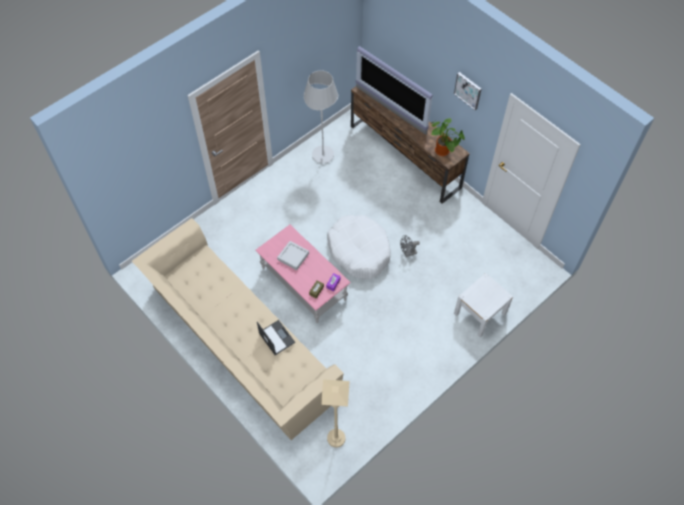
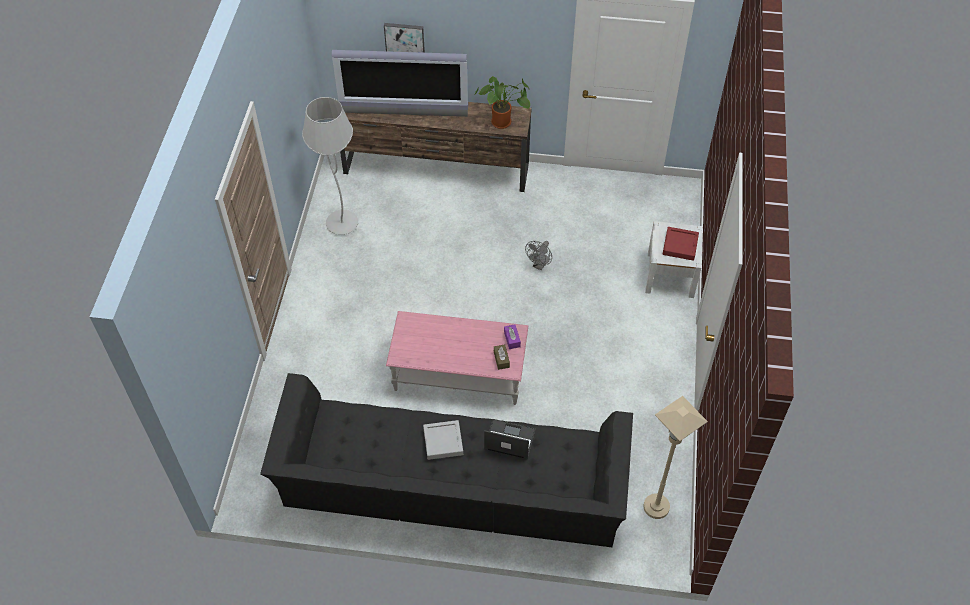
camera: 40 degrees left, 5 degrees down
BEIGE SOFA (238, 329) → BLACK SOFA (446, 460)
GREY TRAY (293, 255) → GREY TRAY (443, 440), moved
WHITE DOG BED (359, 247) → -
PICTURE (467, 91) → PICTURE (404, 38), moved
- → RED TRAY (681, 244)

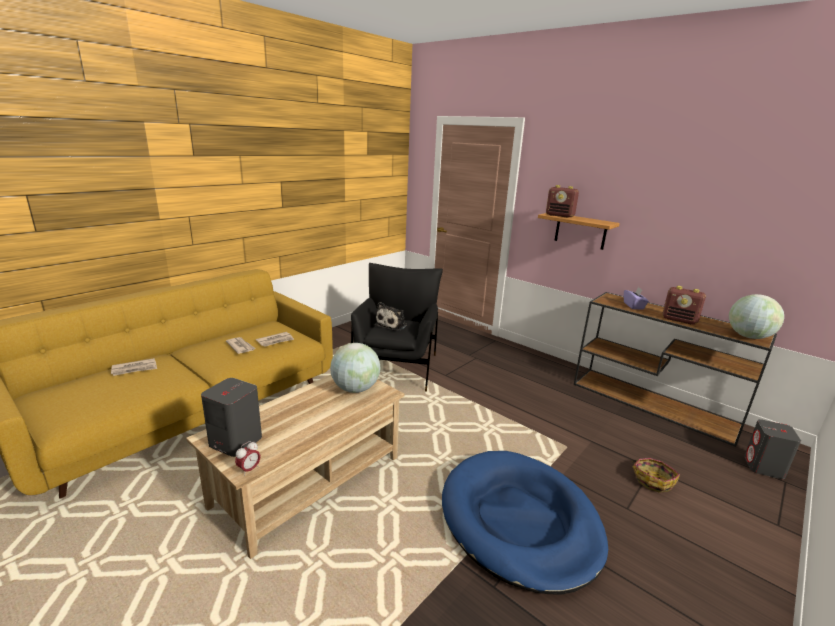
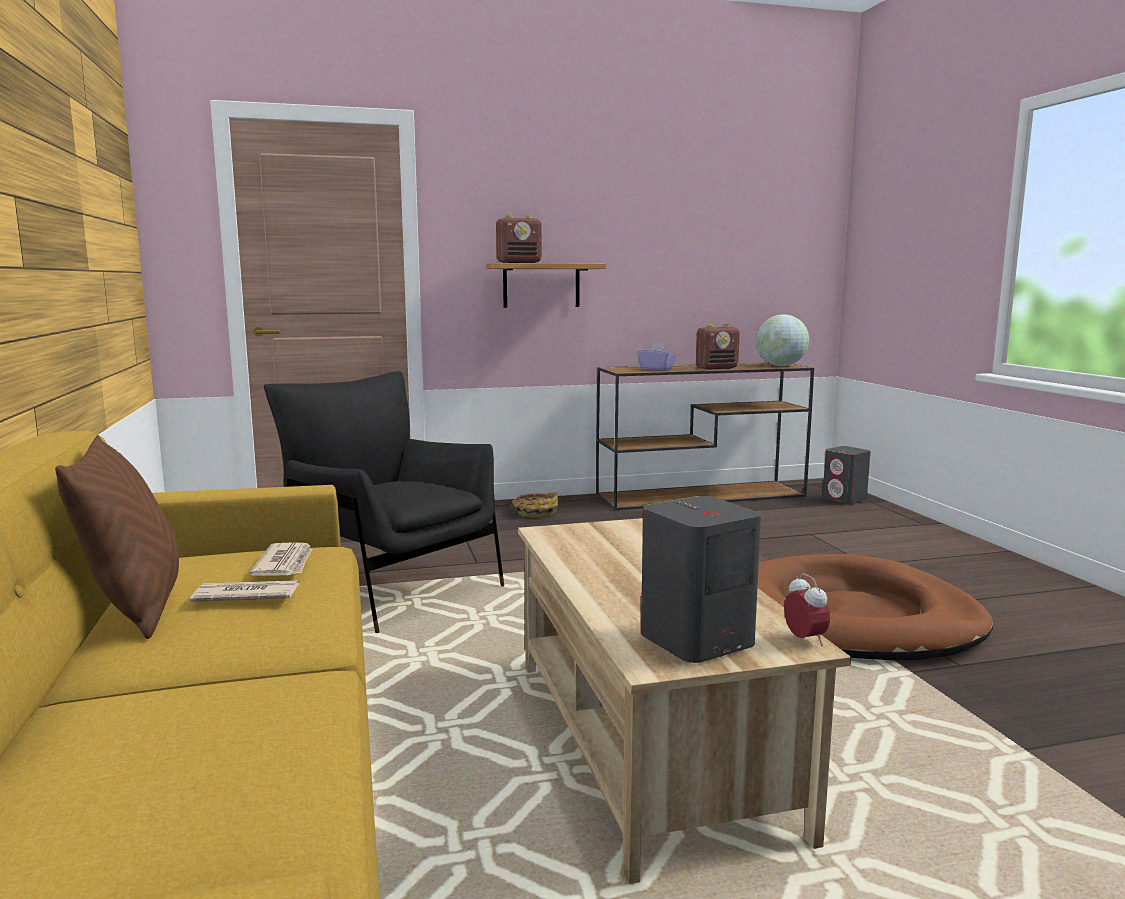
camera: 55 degrees left, 10 degrees down
NEWSPAPER (134, 367) → -
GLOBE (356, 368) → -
PLUSH TOY (391, 316) → -
BLUE DOG BED (525, 522) → BROWN DOG BED (875, 607)
BASKET (656, 475) → BASKET (532, 505), moved
- → BROWN PILLOW (117, 537)

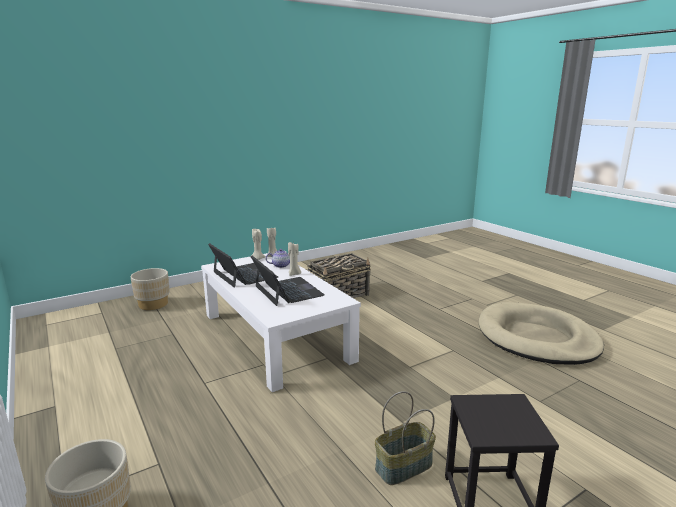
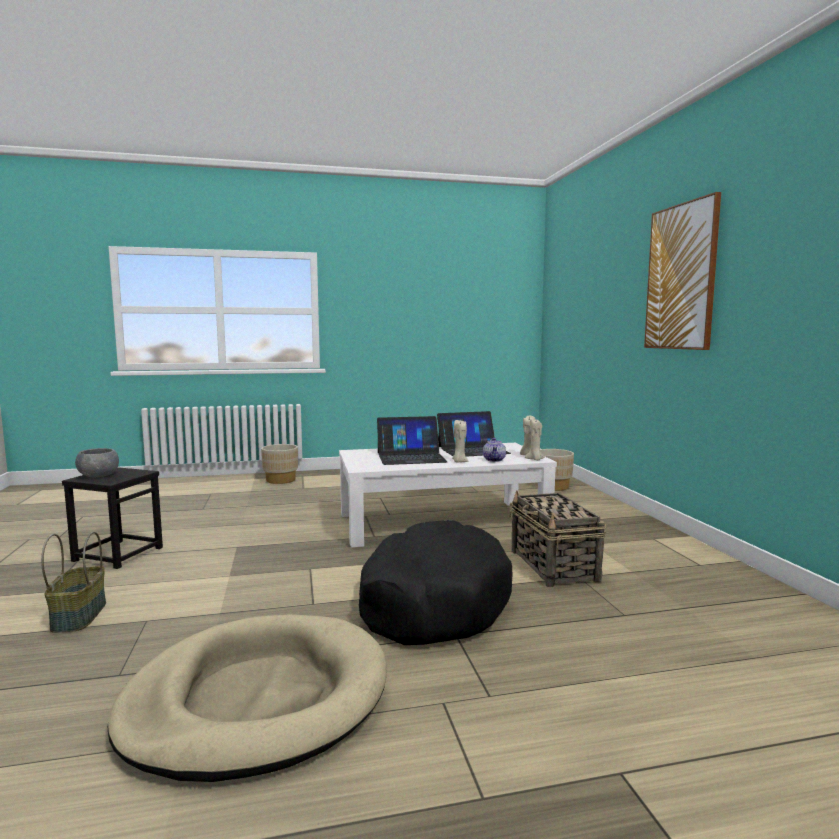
camera: 110 degrees right, 10 degrees down
BASKET (405, 438) → BASKET (73, 582), moved
- → GREY BOWL (97, 462)
- → BLACK DOG BED (435, 582)
- → PICTURE (682, 271)

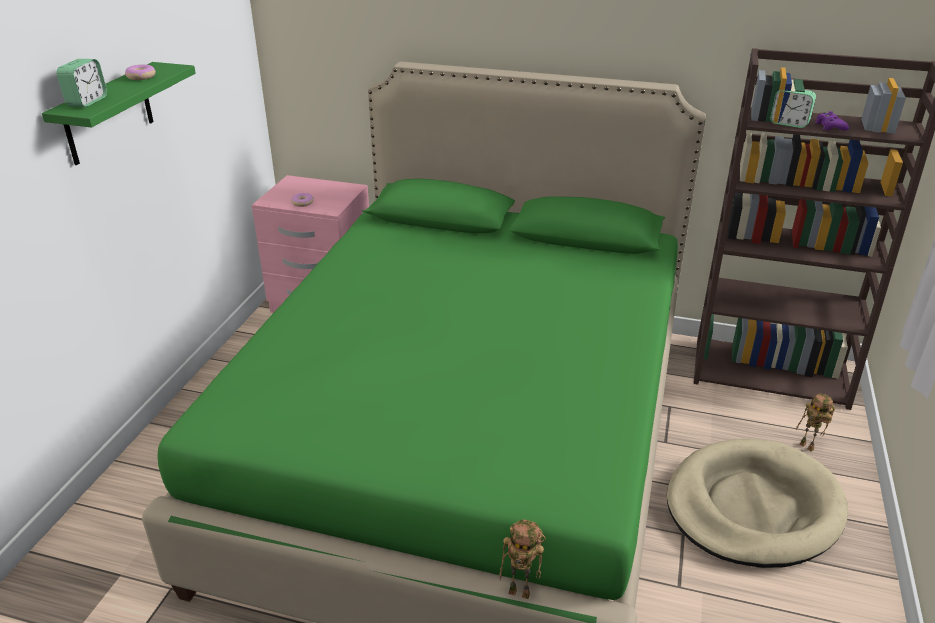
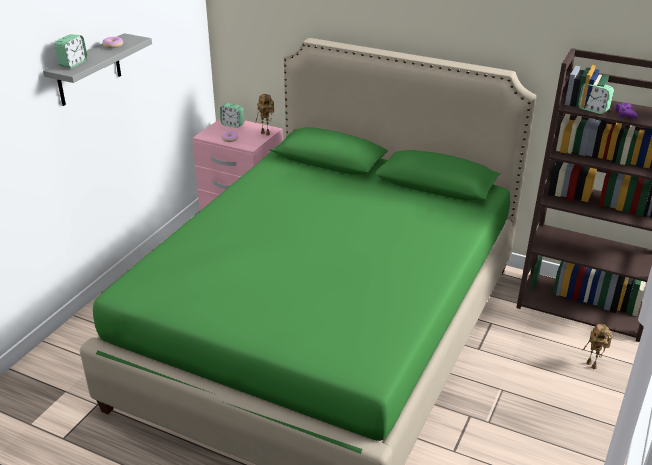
camera: 10 degrees right, 0 degrees up
GREEN SHELF (119, 113) → GREY SHELF (97, 69)
TOY ROBOT (522, 559) → TOY ROBOT (265, 115), moved
BEIGE DOG BED (757, 503) → -
- → ALARM CLOCK (232, 115)

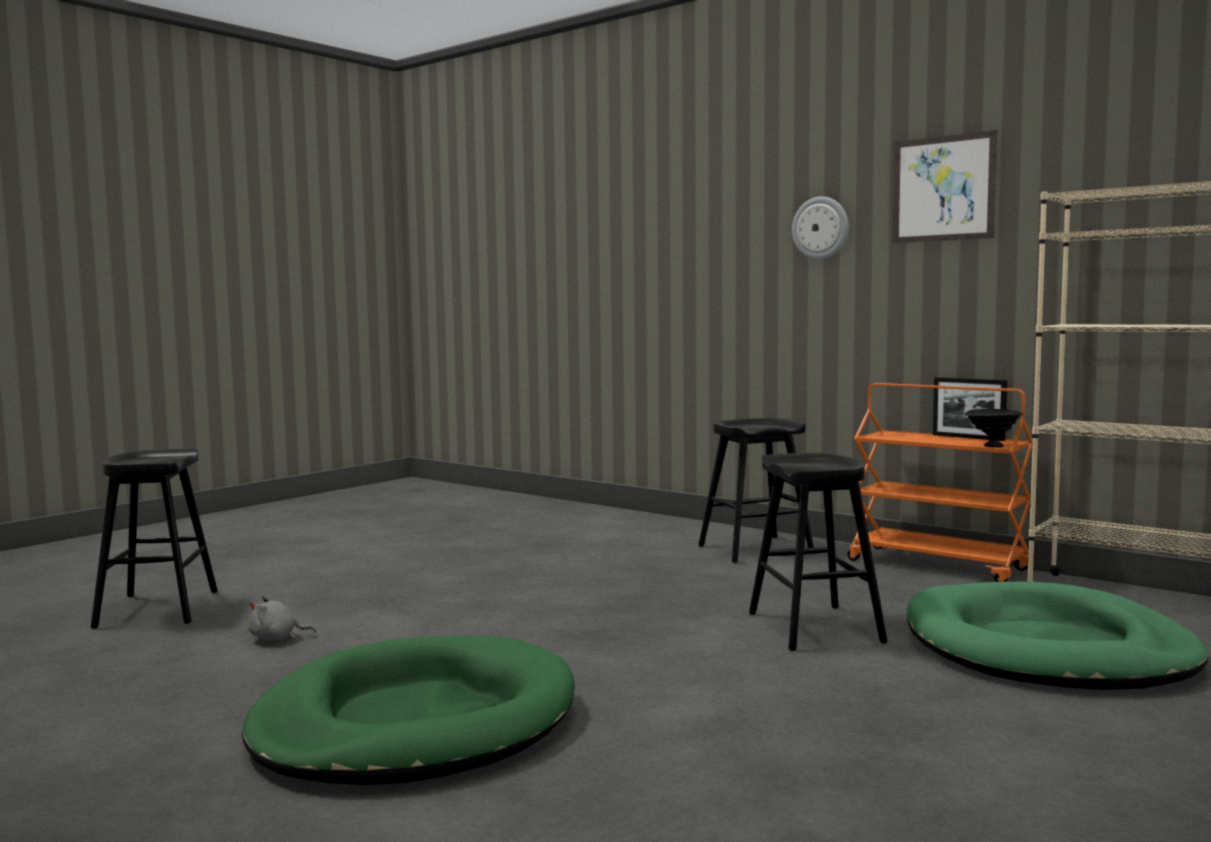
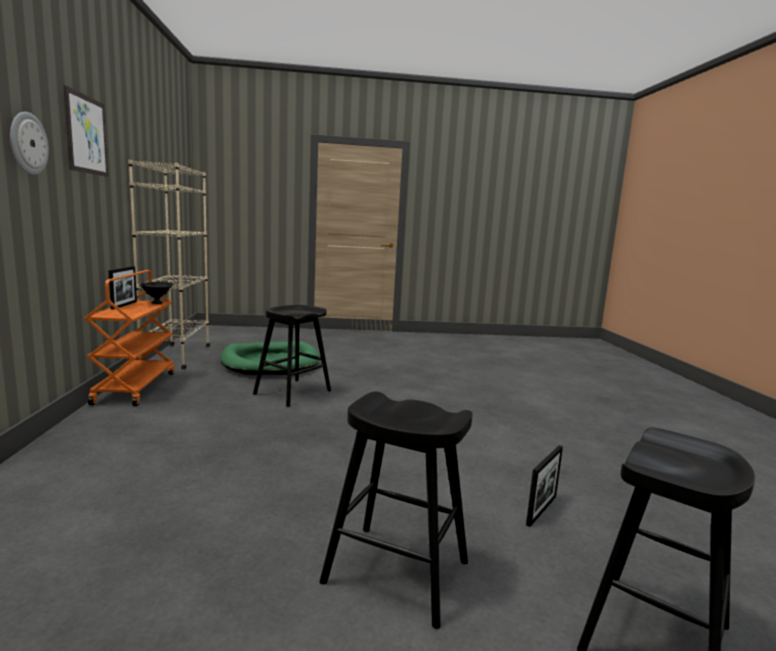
camera: 135 degrees left, 5 degrees up
GREEN DOG BED (408, 710) → -
GREY PLUSH TOY (282, 618) → PICTURE FRAME (544, 486)
BLACK STOOL (756, 490) → BLACK STOOL (396, 510), moved

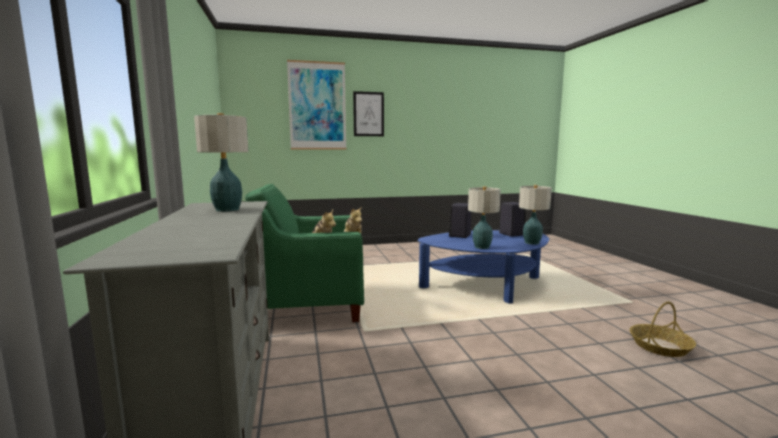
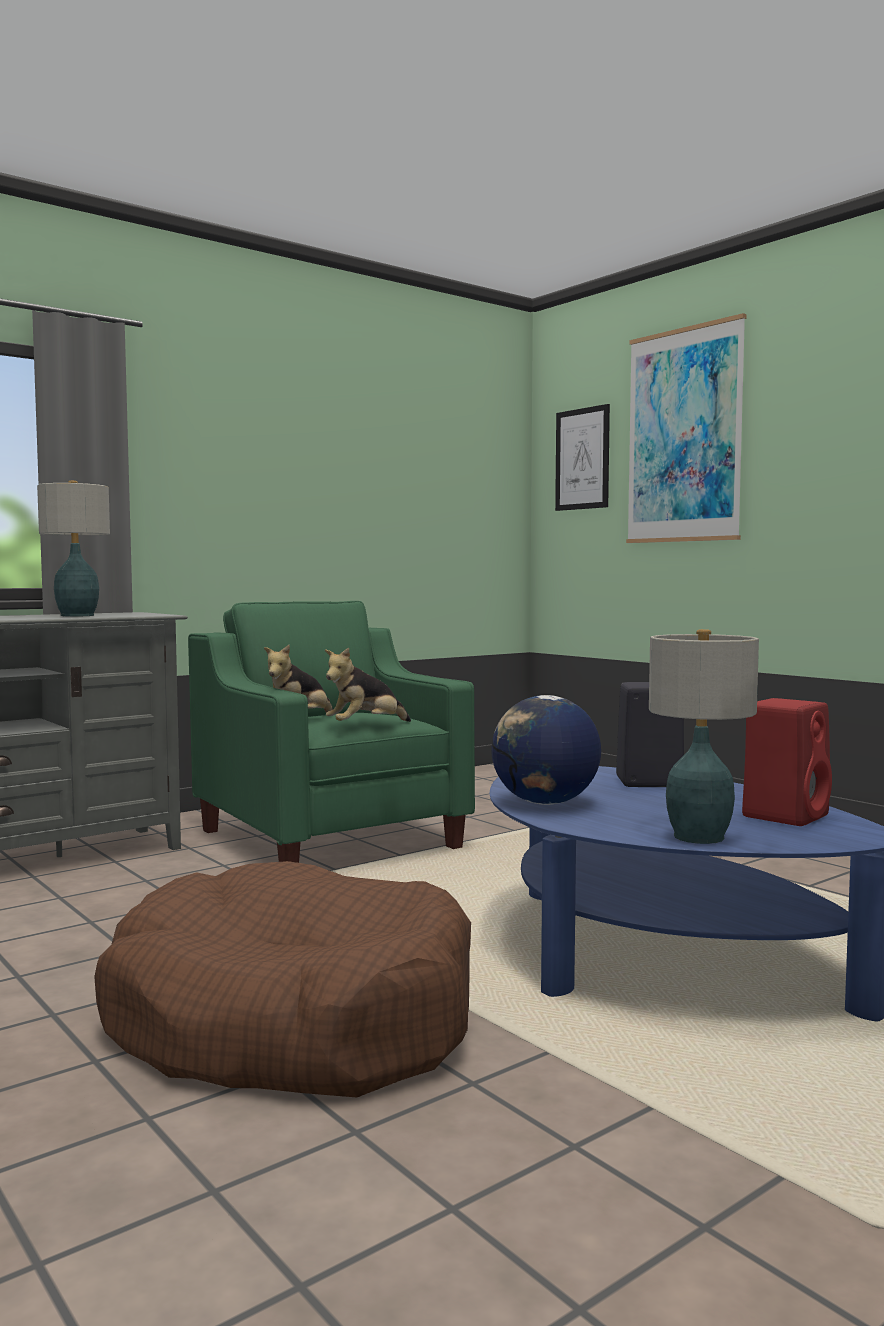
camera: 65 degrees right, 5 degrees down
PICTURE (368, 113) → PICTURE (582, 457), moved
TABLE LAMP (484, 217) → GLOBE (546, 750)
BLACK SPEAKER (512, 219) → RED SPEAKER (787, 762)
BASKET (663, 329) → -
- → BROWN DOG BED (282, 979)

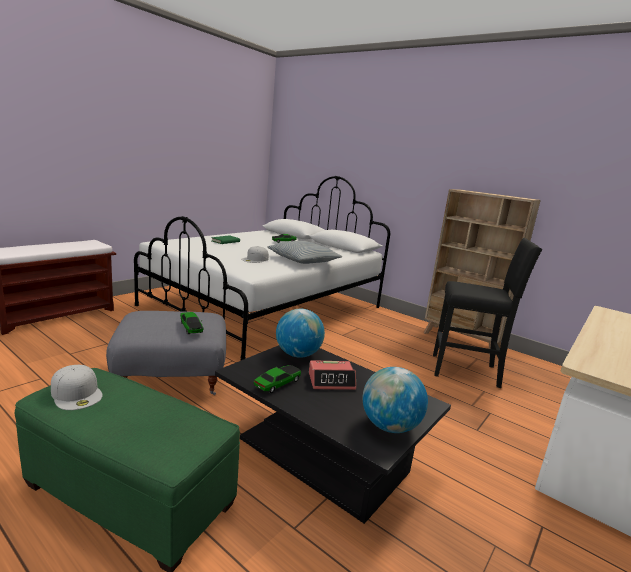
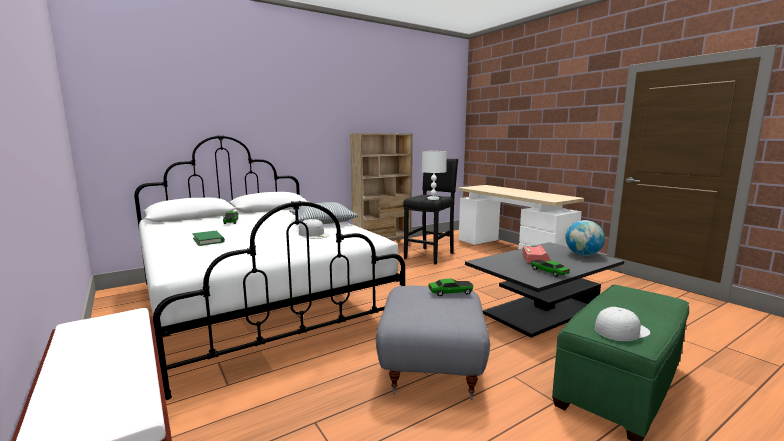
camera: 70 degrees left, 5 degrees down
GLOBE (300, 333) → -
- → WHITE TABLE LAMP (434, 175)

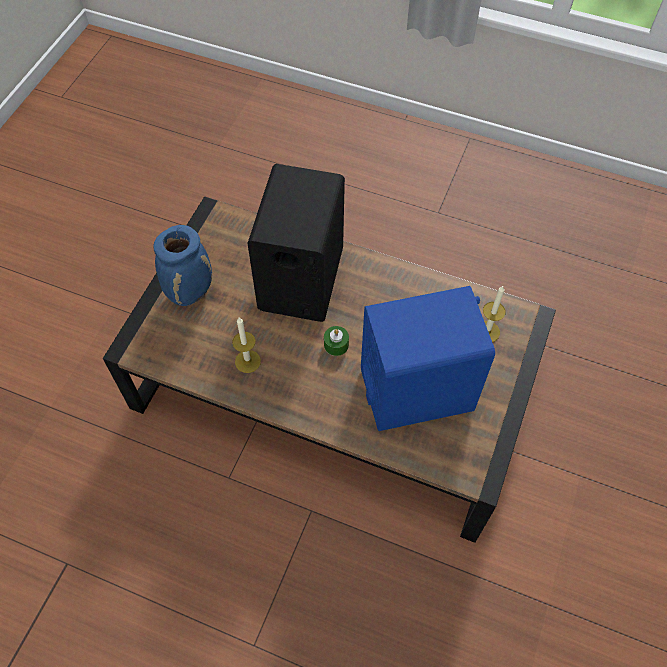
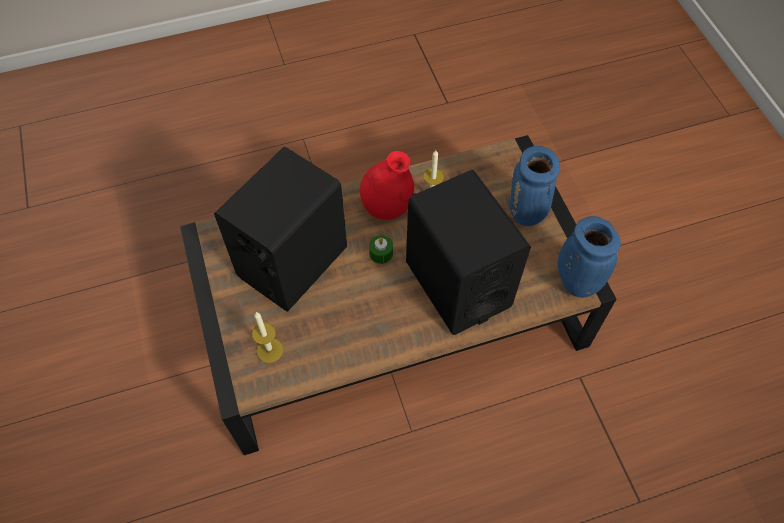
camera: 140 degrees right, 0 degrees up
BLUE SPEAKER (428, 358) → BLACK SPEAKER (280, 229)
- → RED VASE (387, 185)
- → BLUE VASE (589, 256)

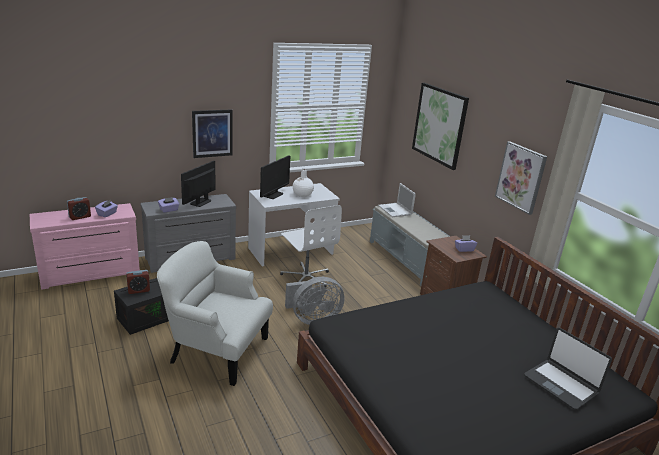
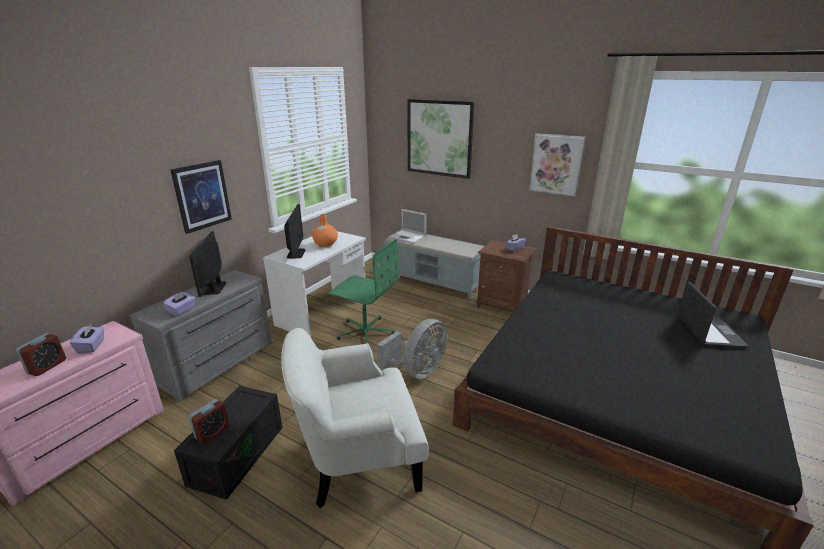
camera: 30 degrees left, 0 degrees up
WHITE OFFICE CHAIR (311, 246) → GREEN OFFICE CHAIR (364, 291)
WHITE VASE (303, 183) → ORANGE VASE (325, 230)
LAPTOP (568, 369) → LAPTOP (712, 314), 105 degrees counterclockwise

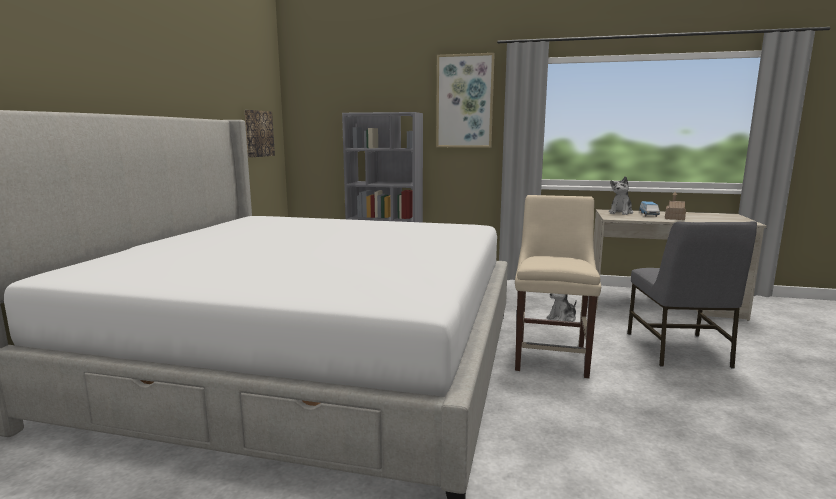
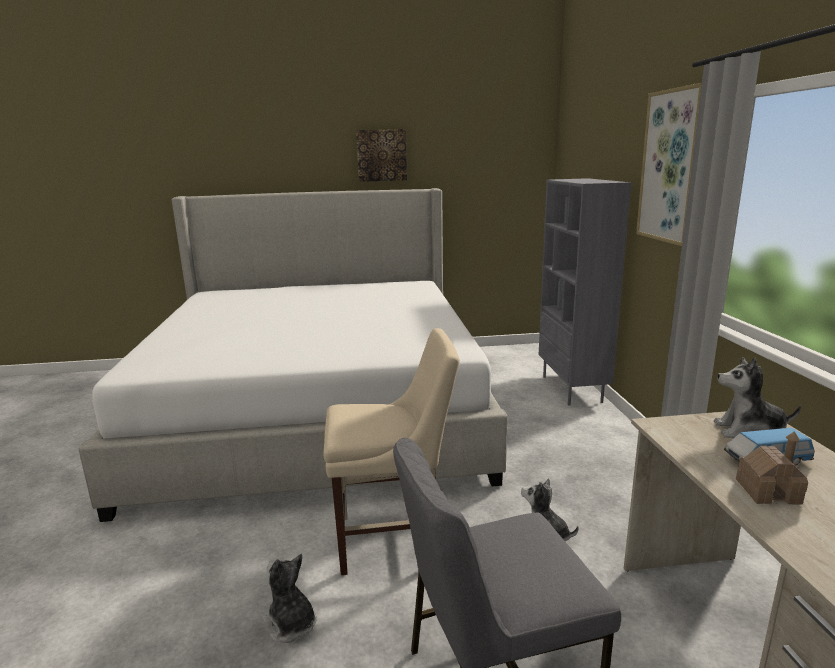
camera: 70 degrees right, 5 degrees up
PICTURE (260, 133) → PICTURE (381, 155), moved
- → PLUSH TOY (289, 598)

